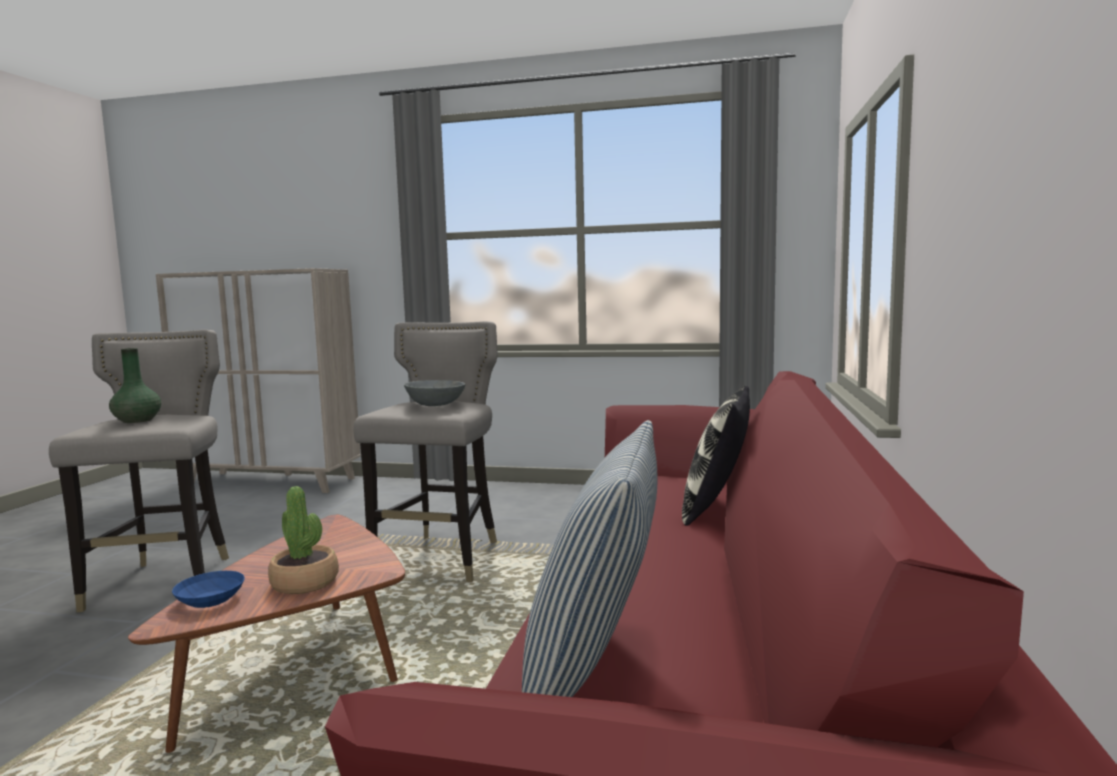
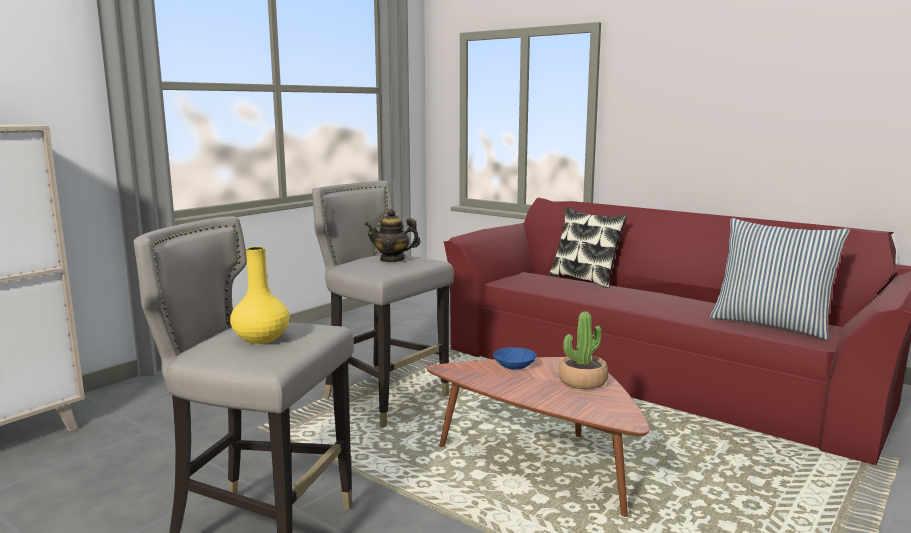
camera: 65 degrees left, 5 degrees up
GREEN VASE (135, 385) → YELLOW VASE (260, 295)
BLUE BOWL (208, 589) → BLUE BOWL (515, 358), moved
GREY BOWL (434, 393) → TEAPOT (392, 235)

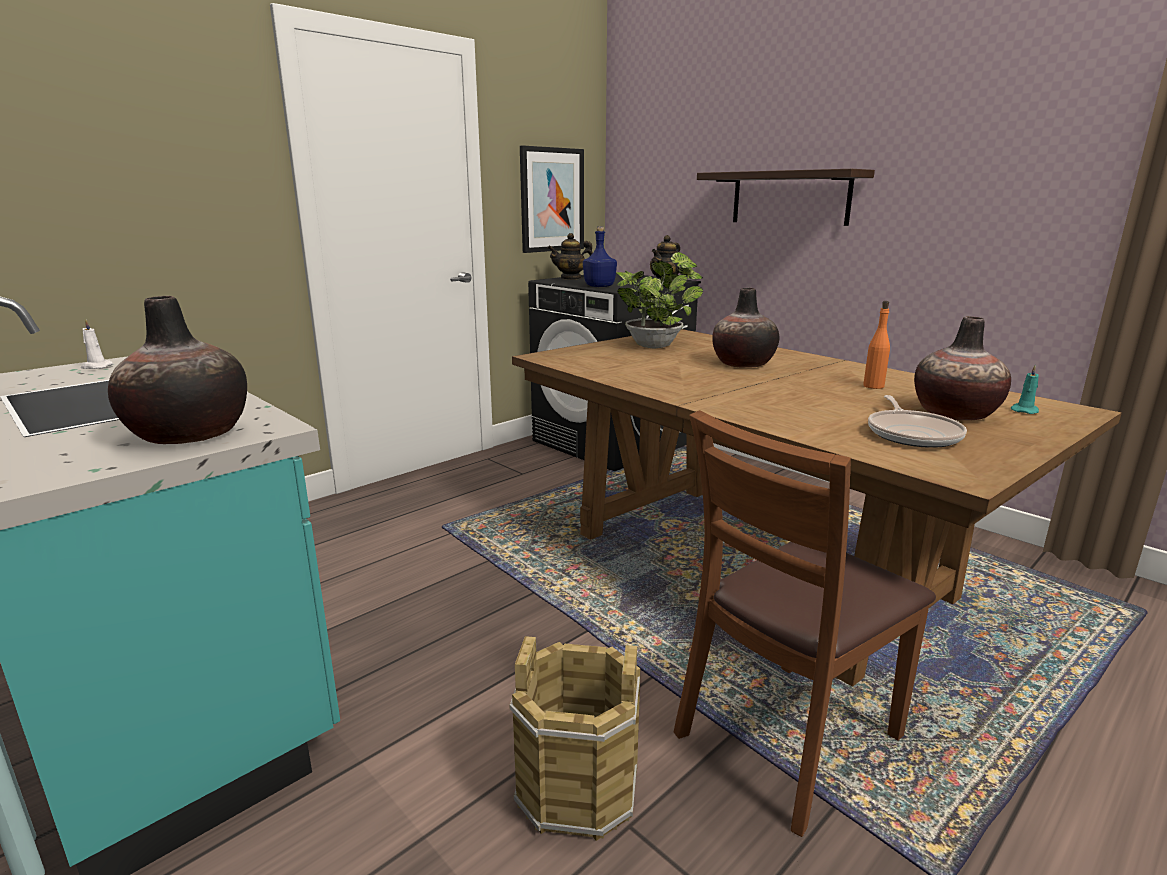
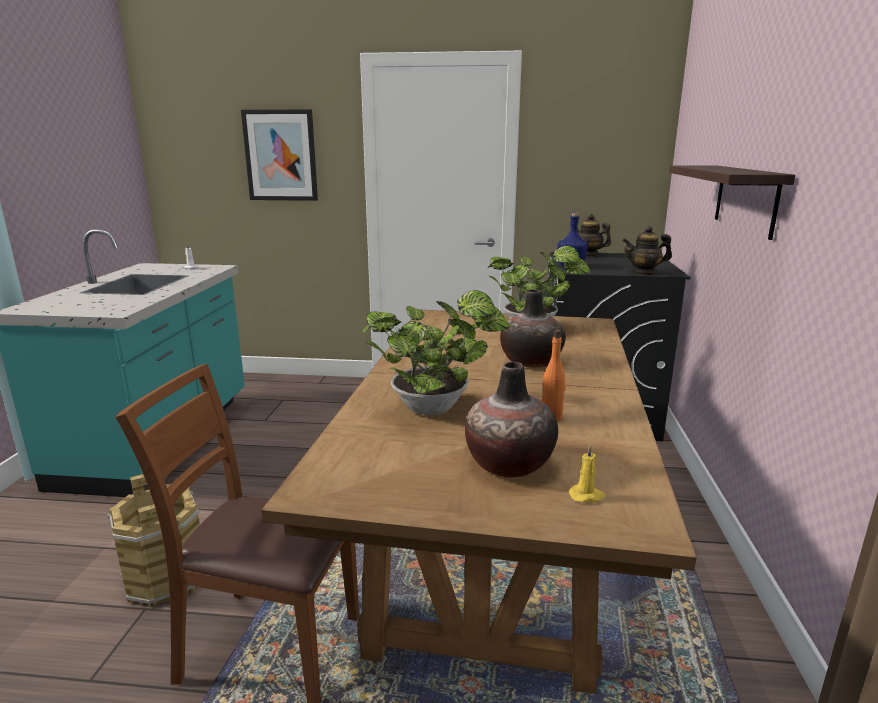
camera: 50 degrees right, 0 degrees up
VASE (177, 370) → -
PICTURE (552, 199) → PICTURE (279, 155), moved
FRYING PAN (917, 421) → -
TURQUOISE CANDLE (1025, 389) → YELLOW CANDLE (587, 473)
- → POTTED PLANT (436, 352)

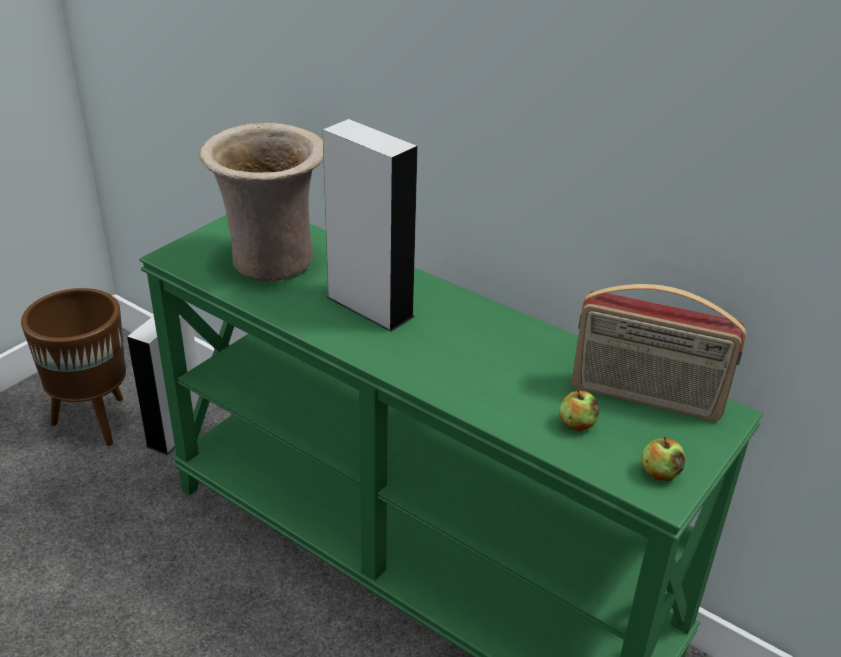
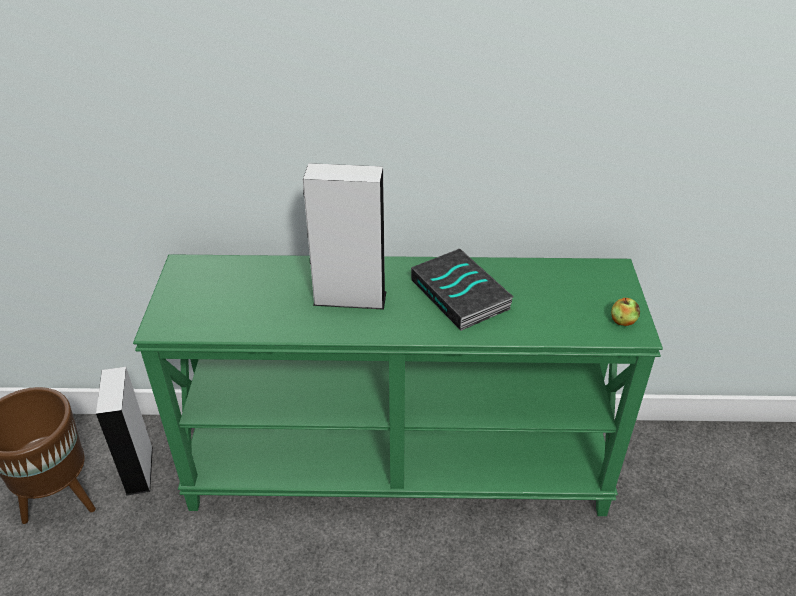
camera: 35 degrees left, 5 degrees up
BEIGE VASE (261, 202) → -
APPLE (580, 410) → -
RADIO (659, 352) → -
- → BOOK (462, 290)

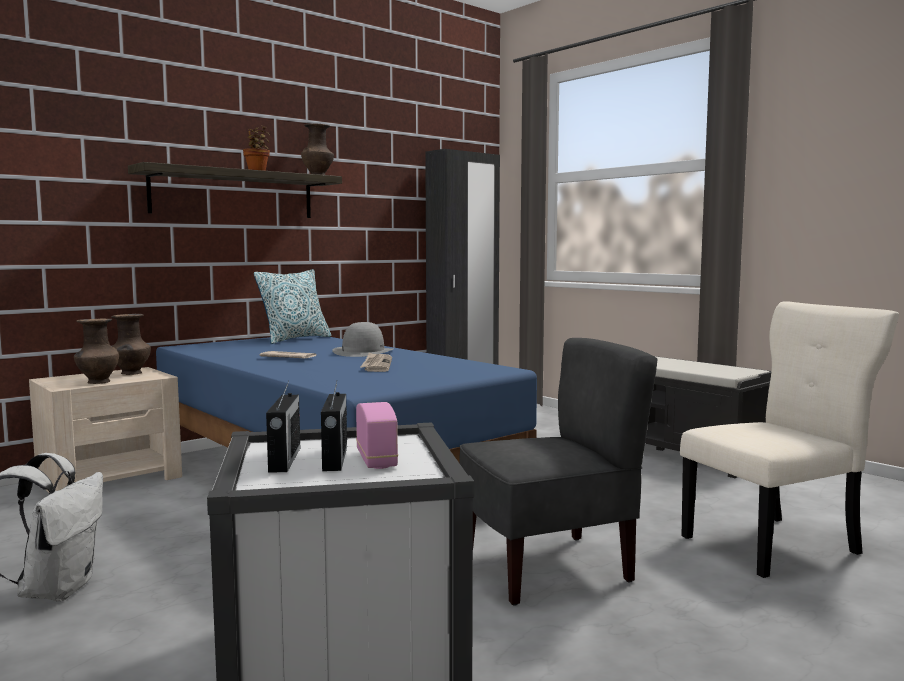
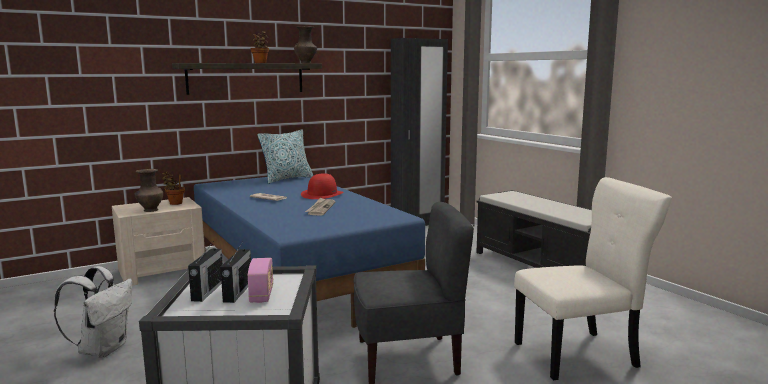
camera: 10 degrees right, 5 degrees up
BROWN VASE (131, 344) → POTTED PLANT (173, 188)
GREY HAT (362, 339) → RED HAT (322, 186)

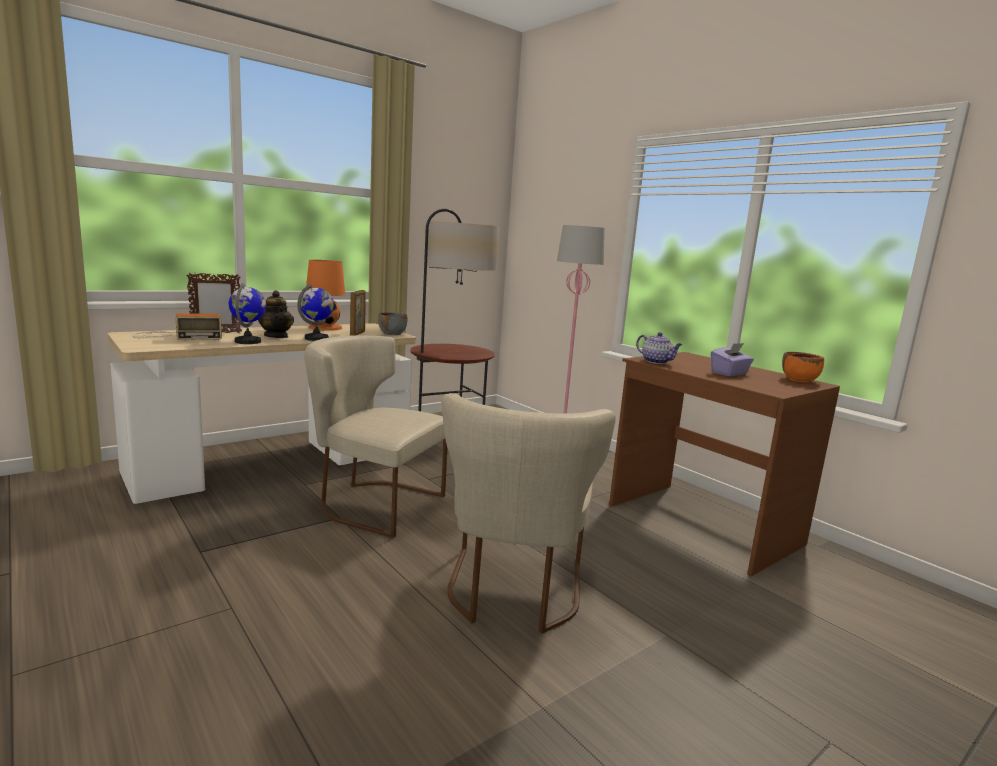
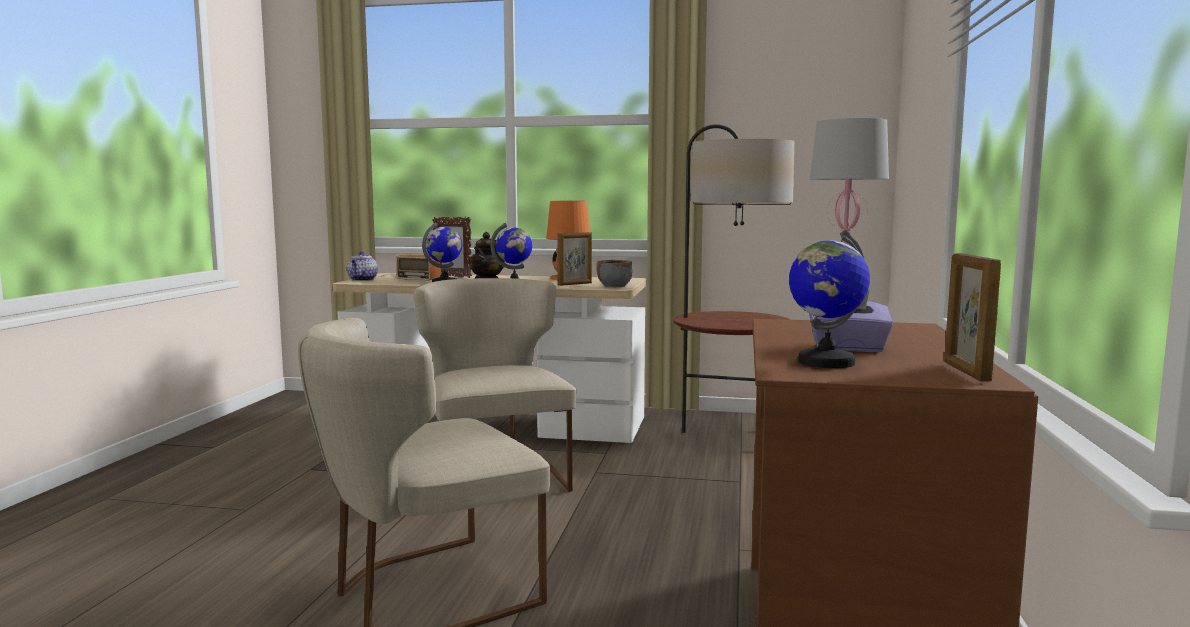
camera: 50 degrees right, 5 degrees down
TEAPOT (659, 348) → TEAPOT (362, 266), moved
ORANGE BOWL (803, 367) → PICTURE FRAME (972, 317)
- → GLOBE (829, 299)

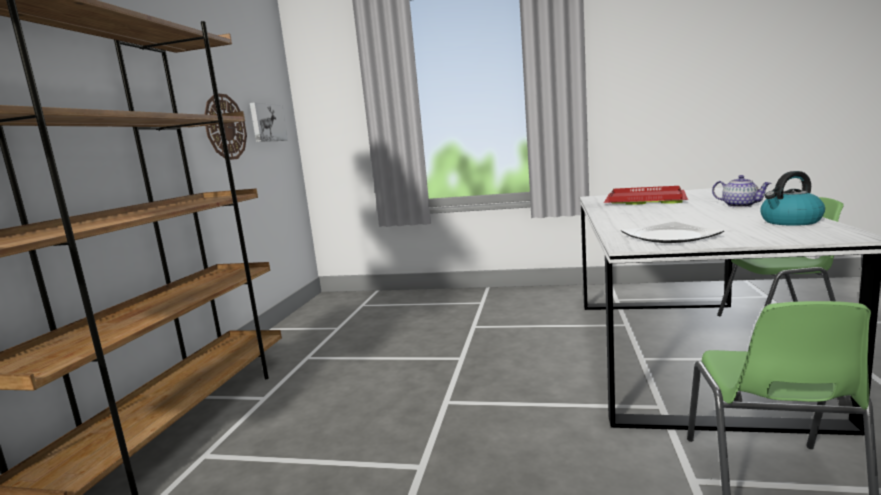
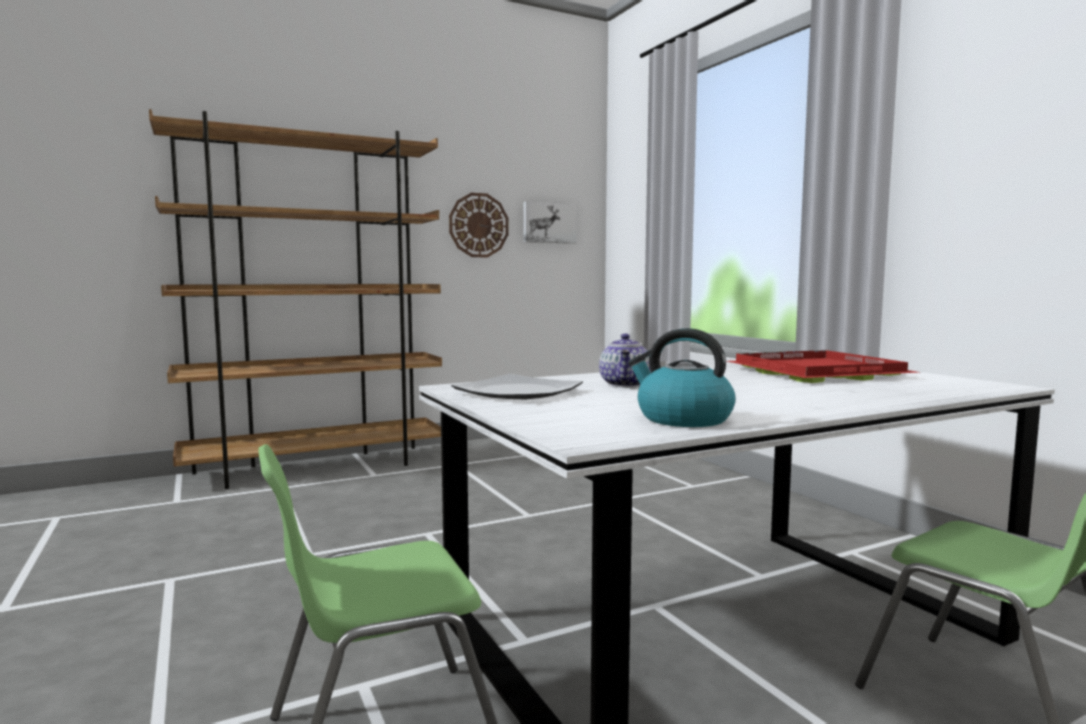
camera: 50 degrees right, 5 degrees down
TEAPOT (742, 191) → TEAPOT (625, 360), moved

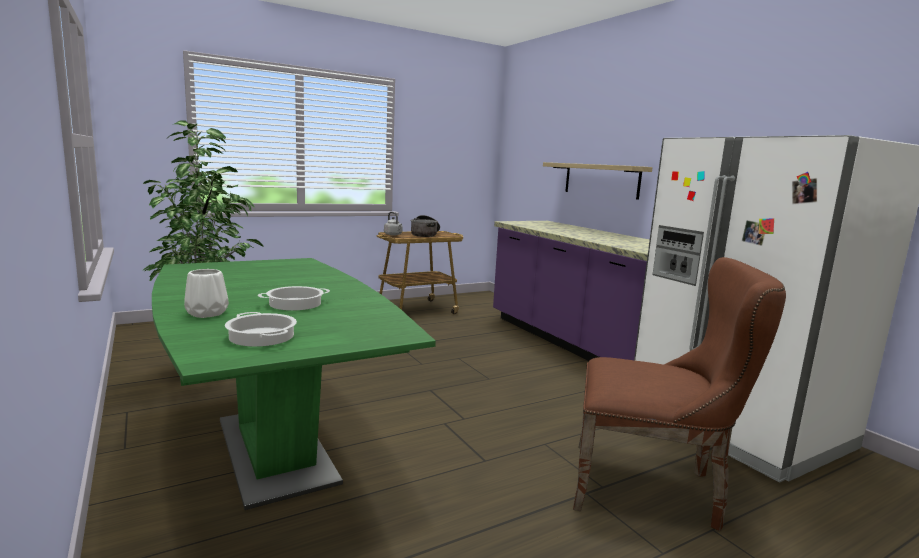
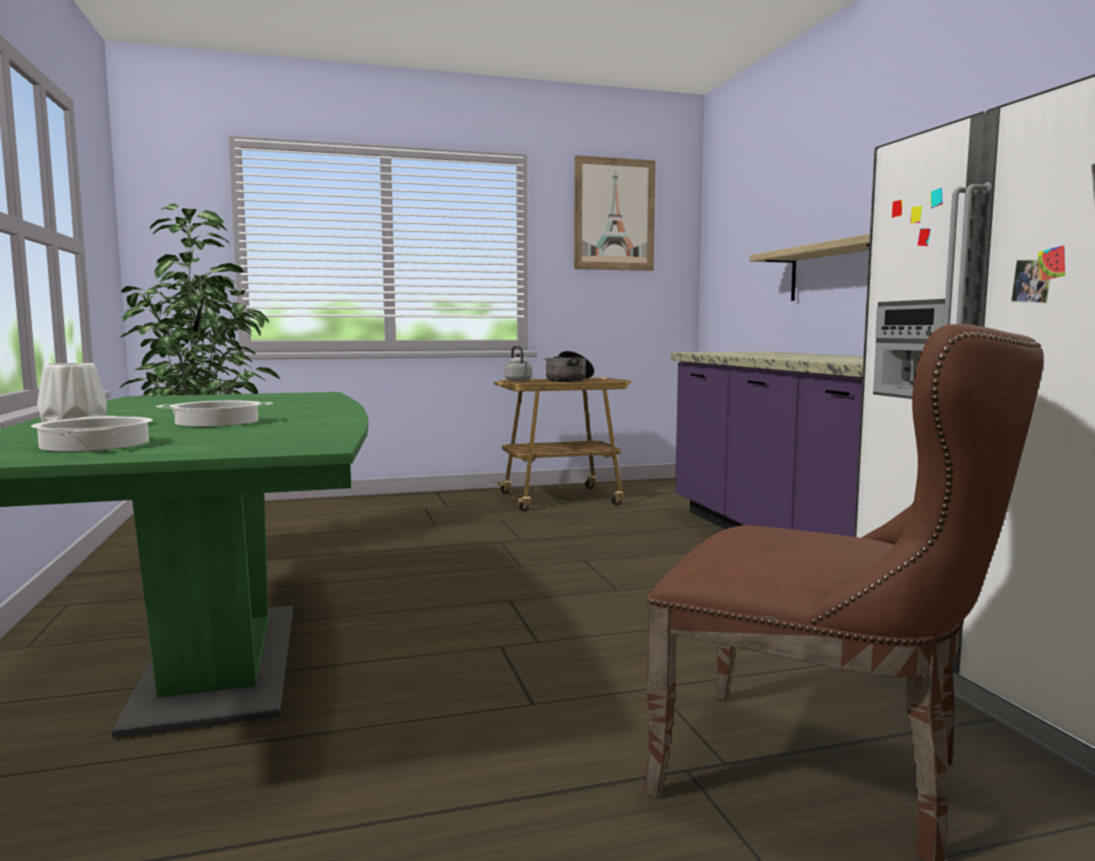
camera: 15 degrees right, 5 degrees down
- → PICTURE (615, 213)

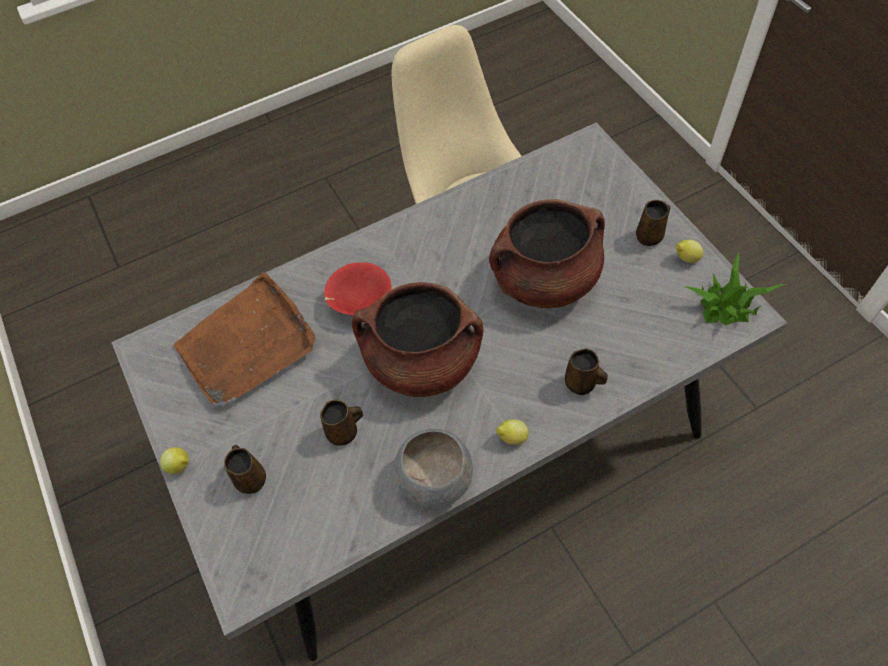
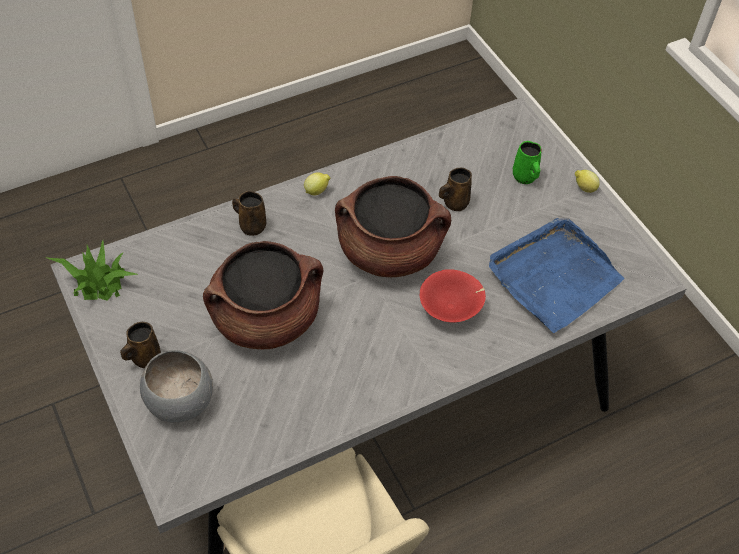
camera: 175 degrees right, 5 degrees down
BROWN TRAY (244, 338) → BLUE TRAY (556, 275)
BROWN MUG (245, 469) → GREEN MUG (527, 162)
GREY BOWL (434, 468) → GREY BOWL (176, 386), moved
LEMON (689, 251) → -

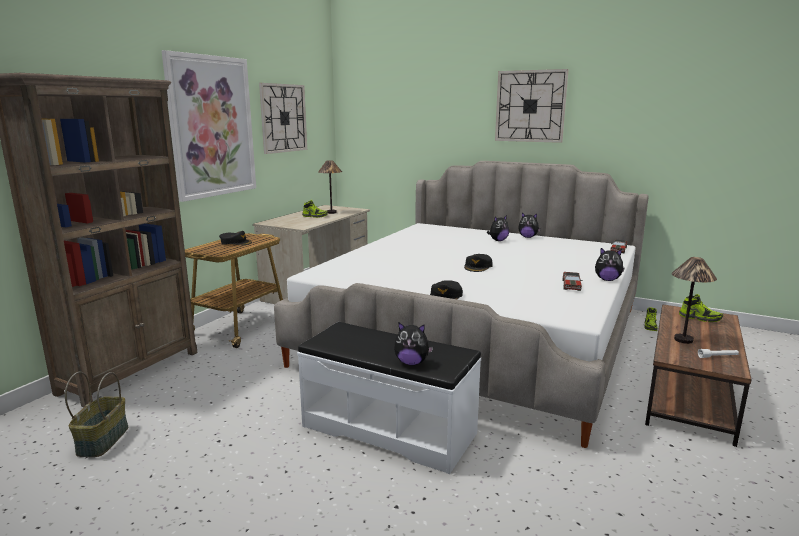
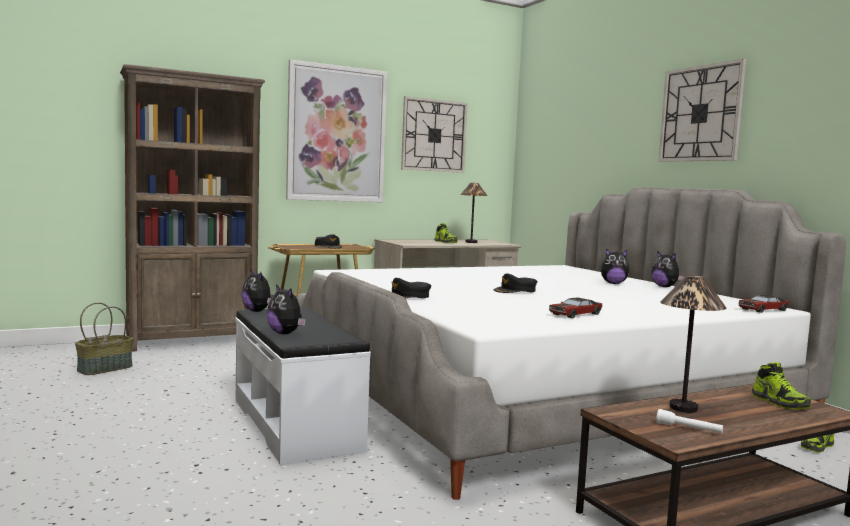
camera: 35 degrees right, 10 degrees down
PLUSH TOY (610, 264) → PLUSH TOY (257, 291), moved

